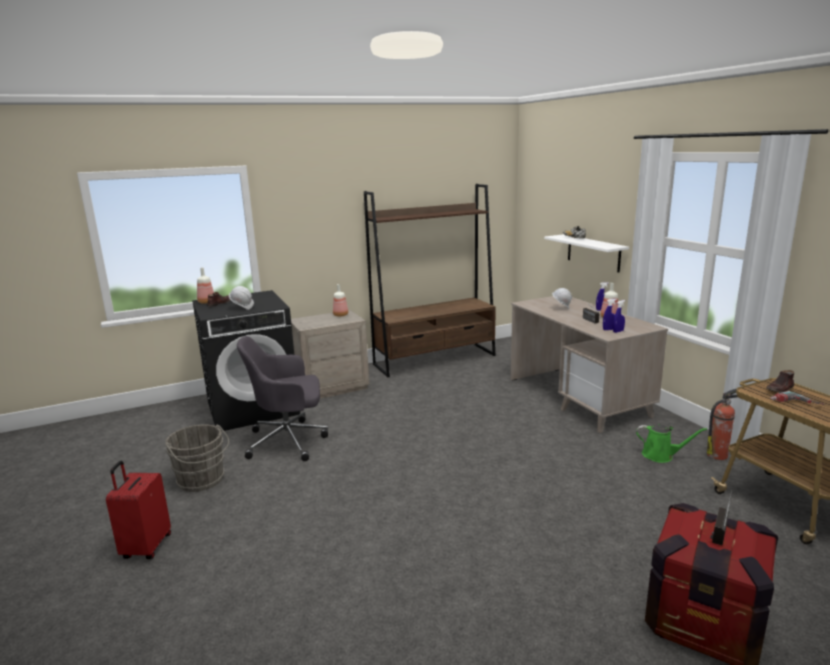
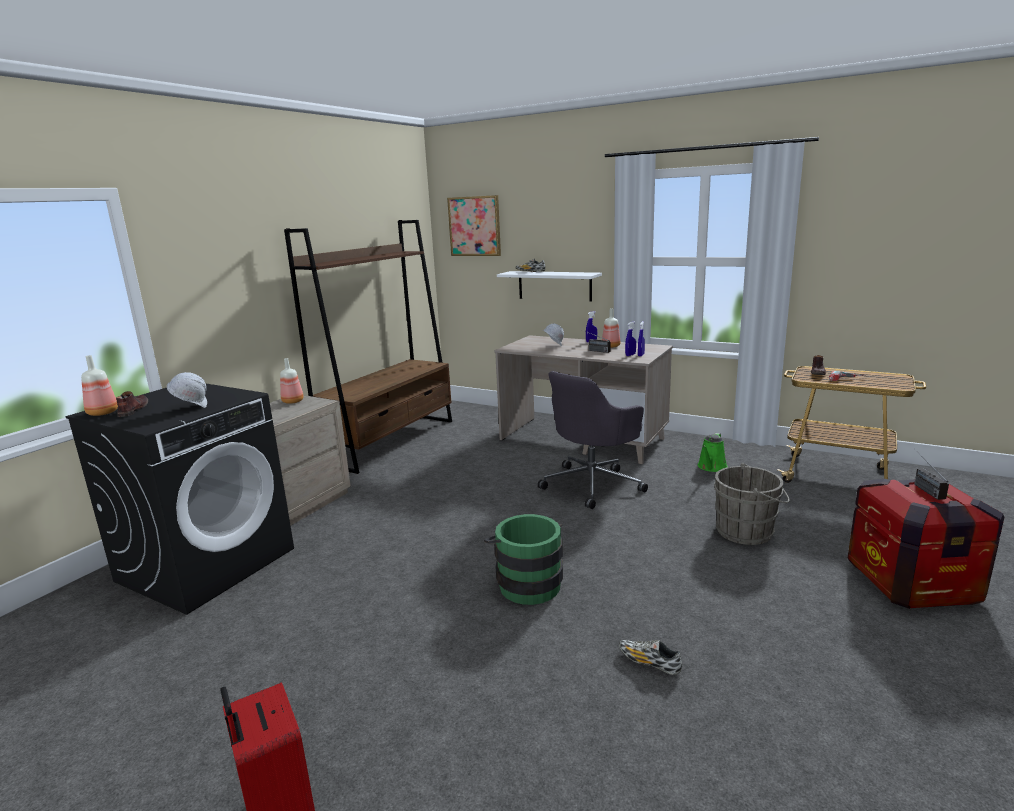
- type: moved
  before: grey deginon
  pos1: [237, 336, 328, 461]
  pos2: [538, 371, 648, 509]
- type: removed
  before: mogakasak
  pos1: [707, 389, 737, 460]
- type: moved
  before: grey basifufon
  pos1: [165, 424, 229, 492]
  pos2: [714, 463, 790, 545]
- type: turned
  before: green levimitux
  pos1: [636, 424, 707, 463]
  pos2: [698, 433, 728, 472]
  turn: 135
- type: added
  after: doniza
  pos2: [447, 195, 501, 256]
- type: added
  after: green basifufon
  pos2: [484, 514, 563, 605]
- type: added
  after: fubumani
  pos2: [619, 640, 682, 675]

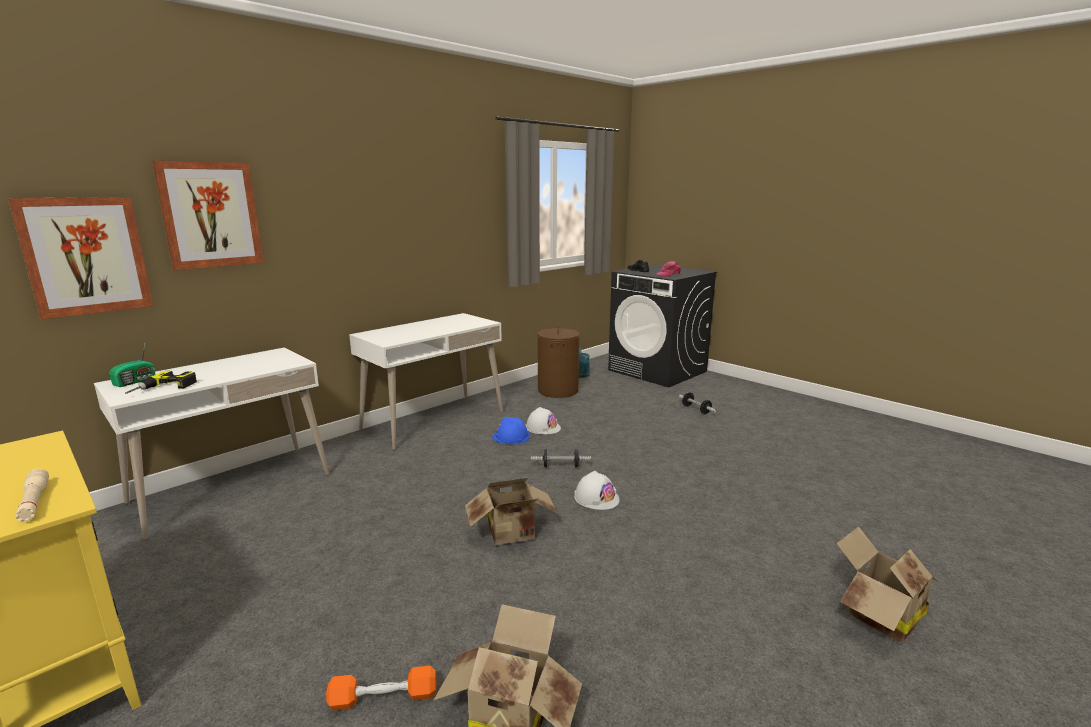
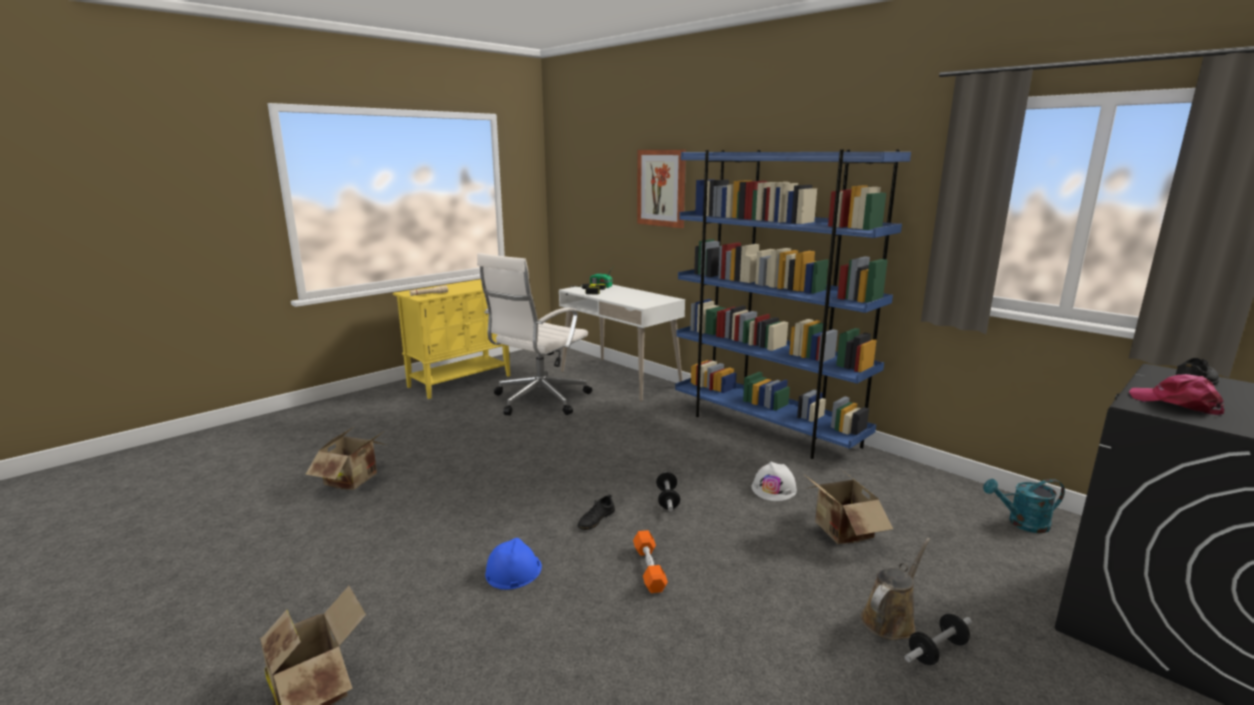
- type: removed
  before: doniza
  pos1: [8, 197, 153, 320]
- type: replaced
  before: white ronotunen
  after: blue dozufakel
  pos1: [349, 313, 503, 450]
  pos2: [675, 149, 911, 459]
- type: removed
  before: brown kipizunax
  pos1: [537, 324, 580, 398]
- type: moved
  before: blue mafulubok
  pos1: [492, 417, 529, 444]
  pos2: [485, 538, 542, 590]
- type: replaced
  before: white mafulubok
  after: black fubumani
  pos1: [574, 471, 620, 510]
  pos2: [578, 494, 615, 530]
- type: moved
  before: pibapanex
  pos1: [465, 478, 558, 545]
  pos2: [806, 470, 893, 544]
- type: moved
  before: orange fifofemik
  pos1: [326, 665, 436, 711]
  pos2: [633, 530, 668, 593]
- type: added
  after: white deginon
  pos2: [477, 253, 592, 415]
- type: added
  after: brown levimitux
  pos2: [861, 538, 931, 640]

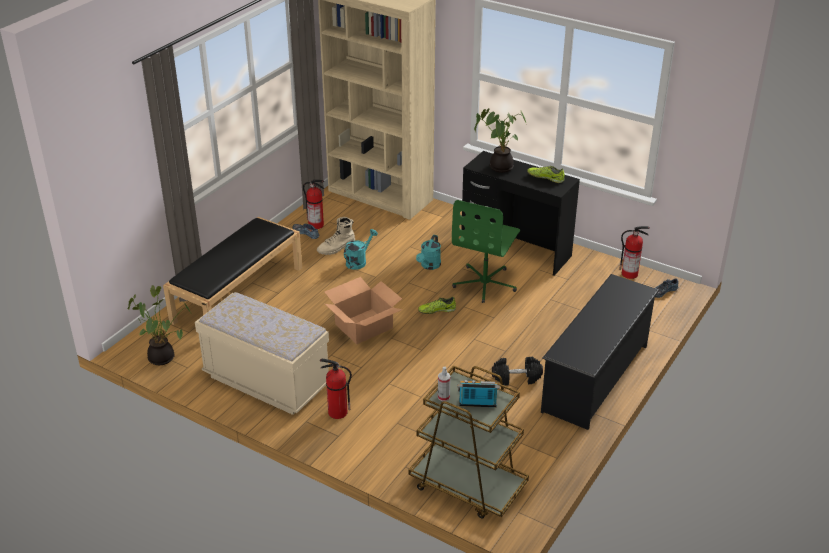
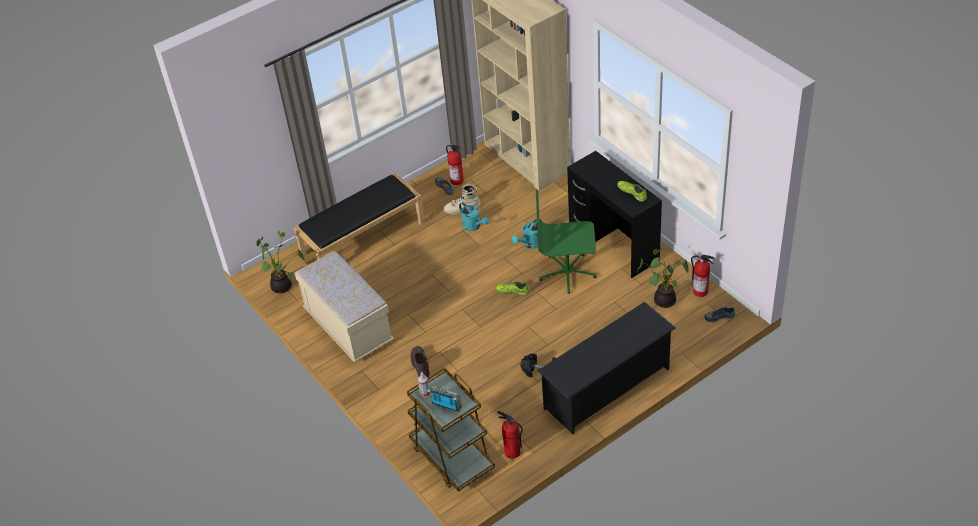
- type: moved
  before: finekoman
  pos1: [474, 108, 526, 173]
  pos2: [637, 248, 689, 308]
- type: turned
  before: green deginon
  pos1: [452, 200, 520, 303]
  pos2: [536, 189, 597, 294]
  turn: 45
- type: turned
  before: turquoise levimitux
  pos1: [344, 229, 378, 270]
  pos2: [459, 202, 489, 231]
  turn: 75
- type: removed
  before: pibapanex
  pos1: [325, 277, 403, 344]
- type: moved
  before: mogakasak
  pos1: [320, 359, 352, 419]
  pos2: [497, 411, 523, 458]
- type: added
  after: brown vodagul
  pos2: [411, 346, 430, 378]

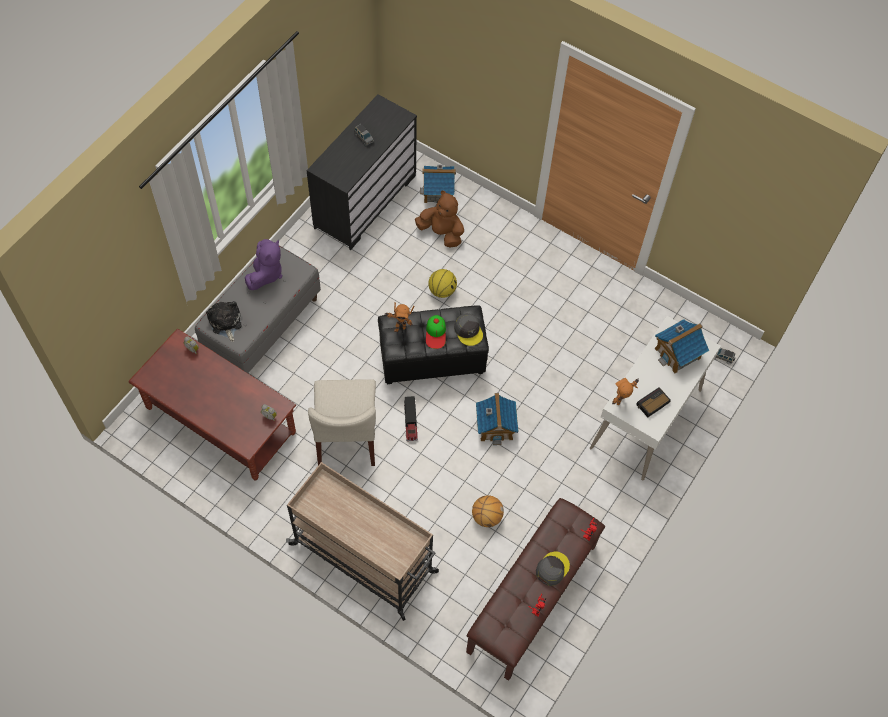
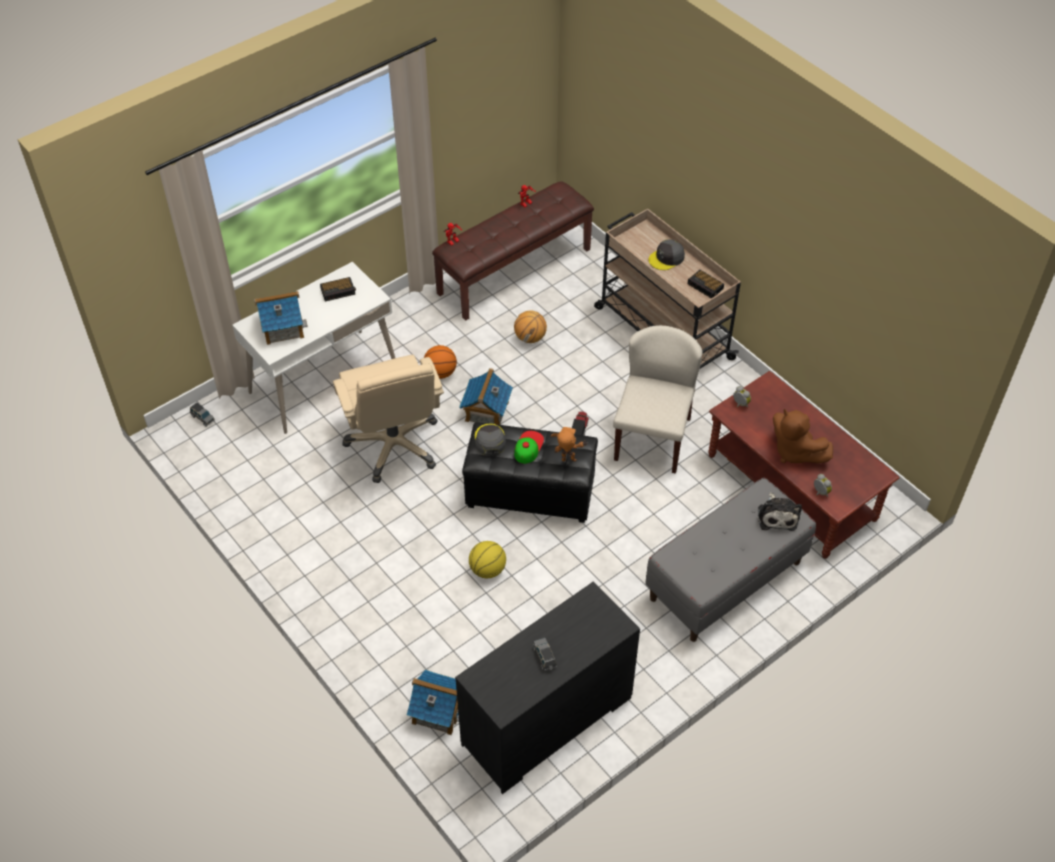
- type: moved
  before: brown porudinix
  pos1: [415, 190, 464, 247]
  pos2: [773, 409, 833, 463]
- type: removed
  before: purple porudinix
  pos1: [245, 239, 282, 290]
- type: removed
  before: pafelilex
  pos1: [612, 378, 639, 405]
- type: moved
  before: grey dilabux
  pos1: [536, 552, 570, 586]
  pos2: [649, 239, 685, 270]
- type: added
  after: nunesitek
  pos2: [688, 270, 724, 298]
- type: added
  after: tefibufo
  pos2: [424, 345, 457, 379]
- type: added
  after: beige deginon
  pos2: [333, 355, 444, 483]

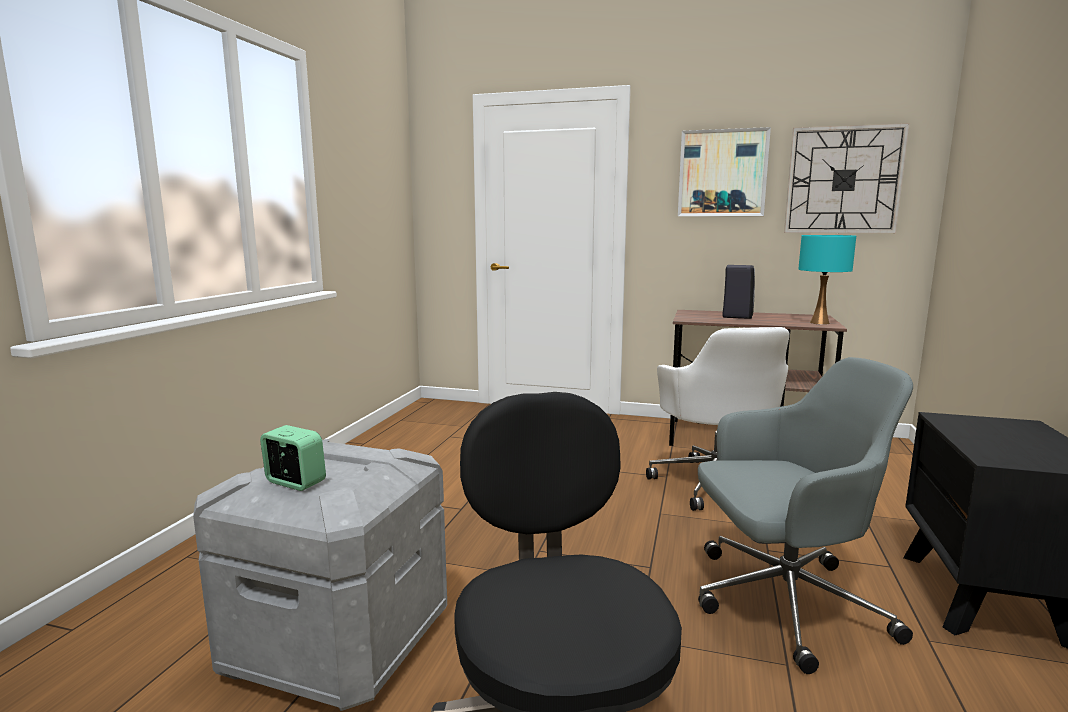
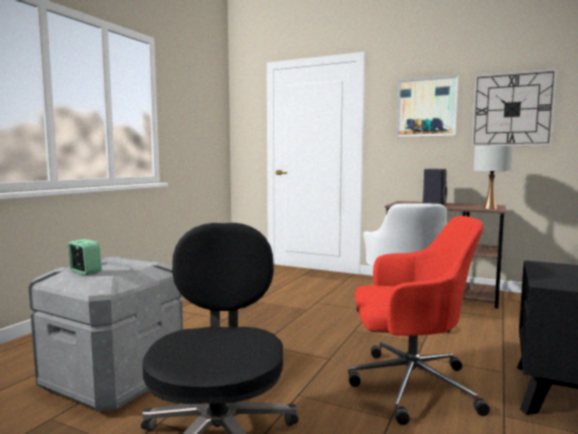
- type: recoloured
  before: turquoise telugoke
  after: white telugoke
  pos1: [799, 235, 856, 325]
  pos2: [473, 146, 513, 209]
- type: recoloured
  before: grey deginon
  after: red deginon
  pos1: [698, 357, 913, 674]
  pos2: [348, 216, 490, 425]

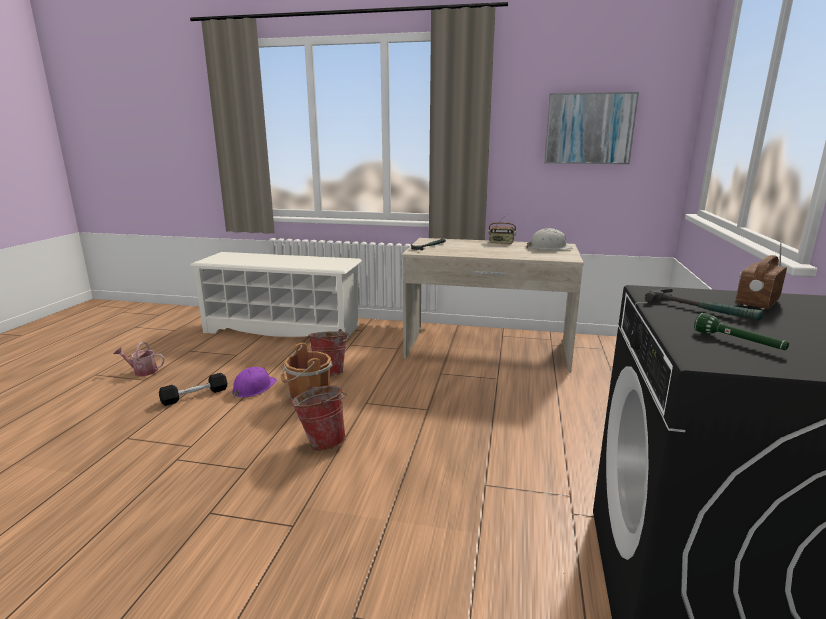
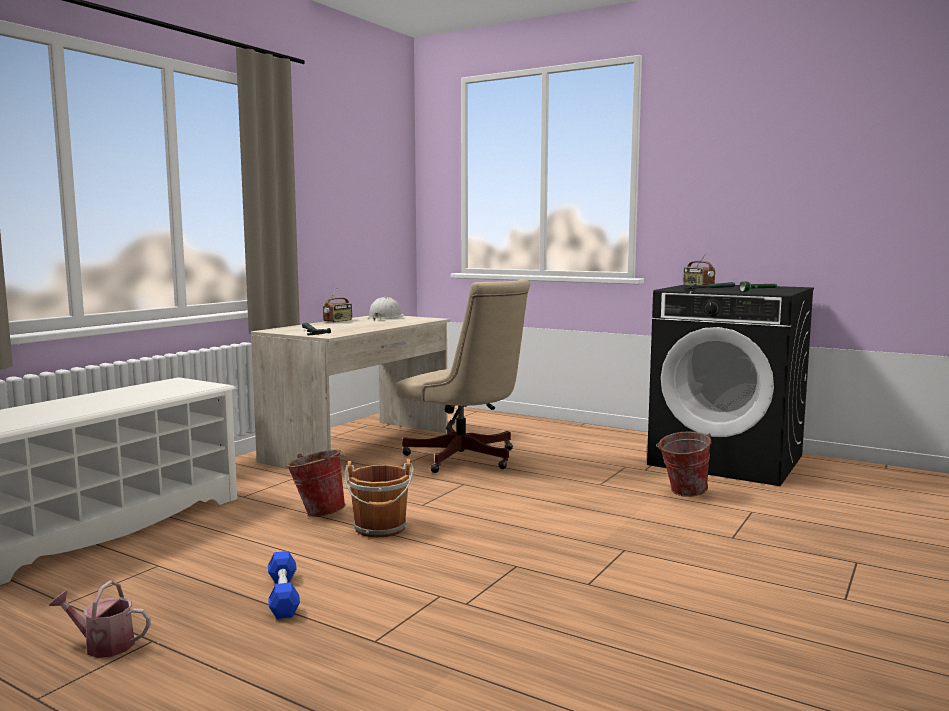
- type: removed
  before: doniza
  pos1: [544, 92, 639, 164]
- type: turned
  before: levimitux
  pos1: [114, 341, 165, 376]
  pos2: [49, 581, 151, 658]
  turn: 75
- type: removed
  before: purple mafulubok
  pos1: [232, 367, 277, 398]
- type: recoloured
  before: black fifofemik
  after: blue fifofemik
  pos1: [159, 373, 227, 406]
  pos2: [268, 551, 300, 619]
- type: moved
  before: basifufon
  pos1: [291, 385, 347, 451]
  pos2: [656, 432, 711, 497]
- type: added
  after: beige deginon
  pos2: [397, 279, 530, 473]

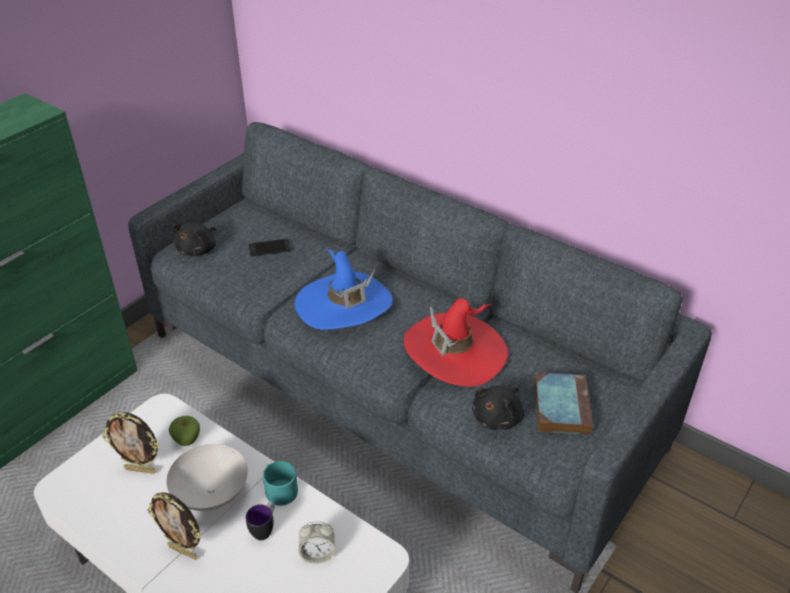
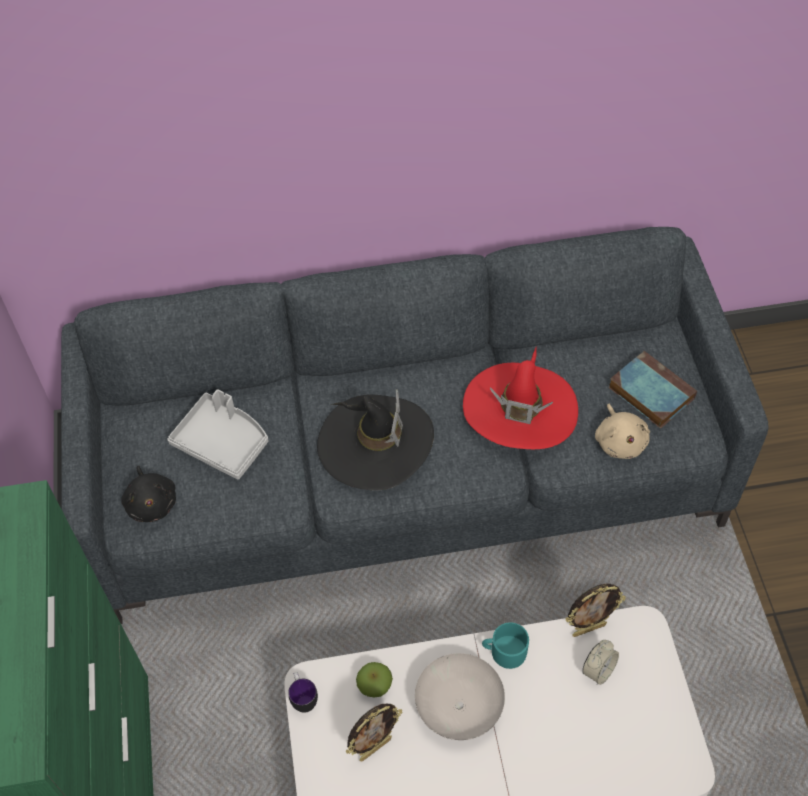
- type: replaced
  before: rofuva
  after: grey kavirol
  pos1: [249, 239, 291, 256]
  pos2: [167, 389, 268, 480]
- type: recoloured
  before: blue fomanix
  after: black fomanix
  pos1: [295, 249, 393, 330]
  pos2: [317, 390, 434, 491]
- type: recoloured
  before: black porudinix
  after: beige porudinix
  pos1: [472, 386, 524, 430]
  pos2: [595, 404, 650, 459]
- type: moved
  before: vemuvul
  pos1: [147, 492, 201, 560]
  pos2: [566, 584, 626, 637]
- type: moved
  before: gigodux
  pos1: [246, 502, 275, 540]
  pos2: [288, 672, 318, 713]

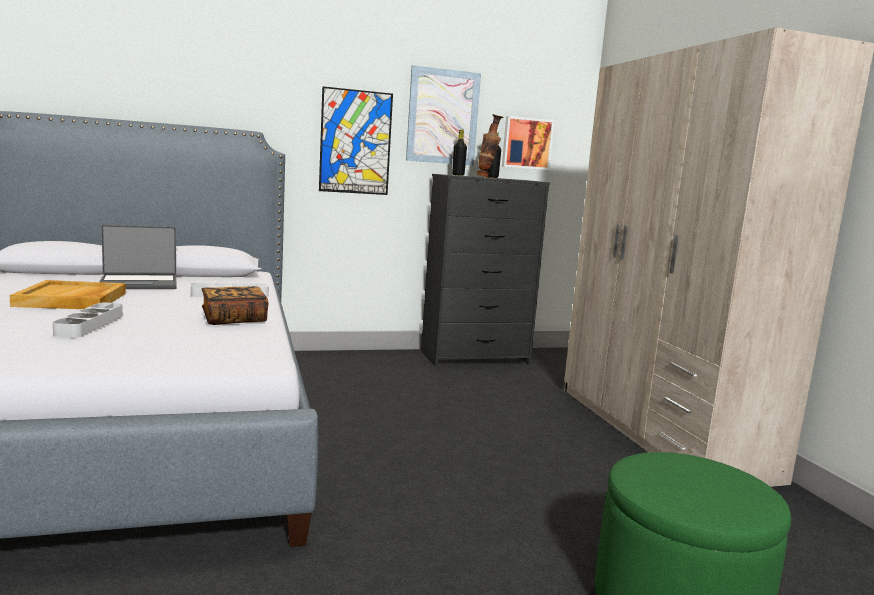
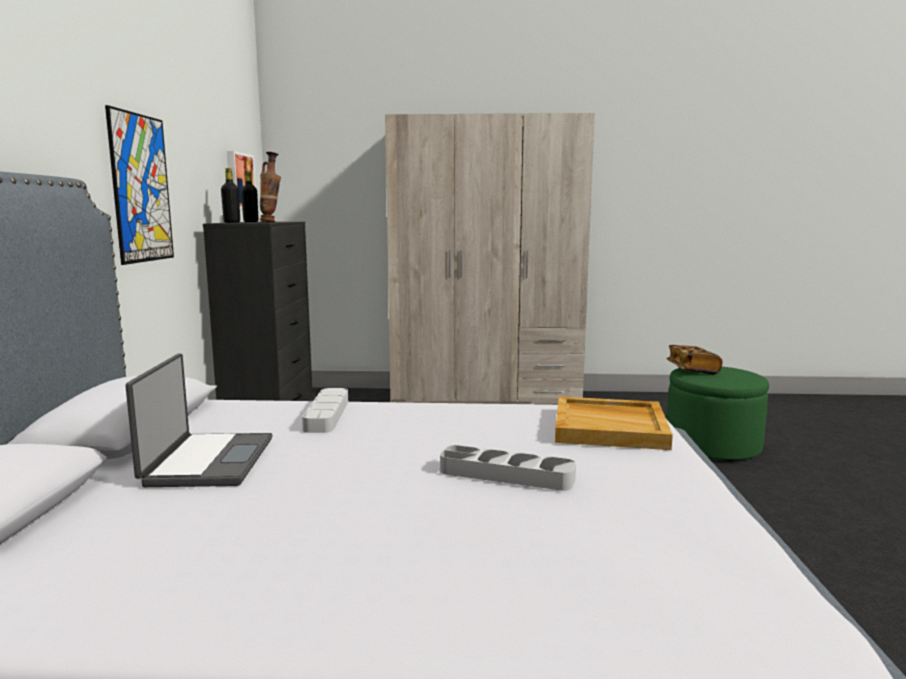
- type: removed
  before: doniza
  pos1: [406, 65, 481, 166]
- type: moved
  before: beige kavirol
  pos1: [9, 280, 126, 309]
  pos2: [555, 396, 673, 450]
- type: moved
  before: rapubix
  pos1: [202, 286, 269, 325]
  pos2: [667, 345, 723, 374]

